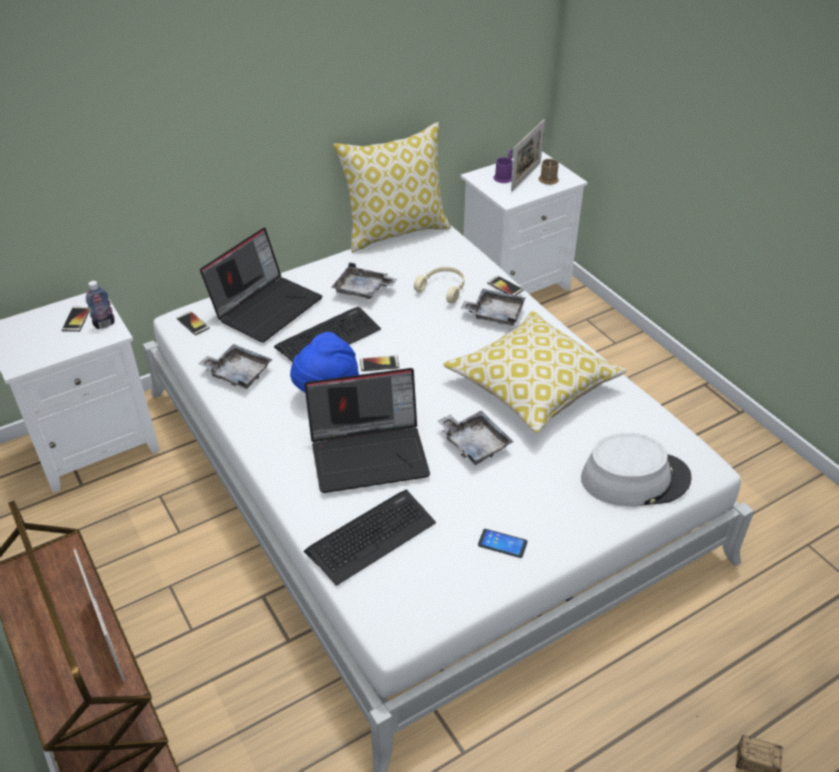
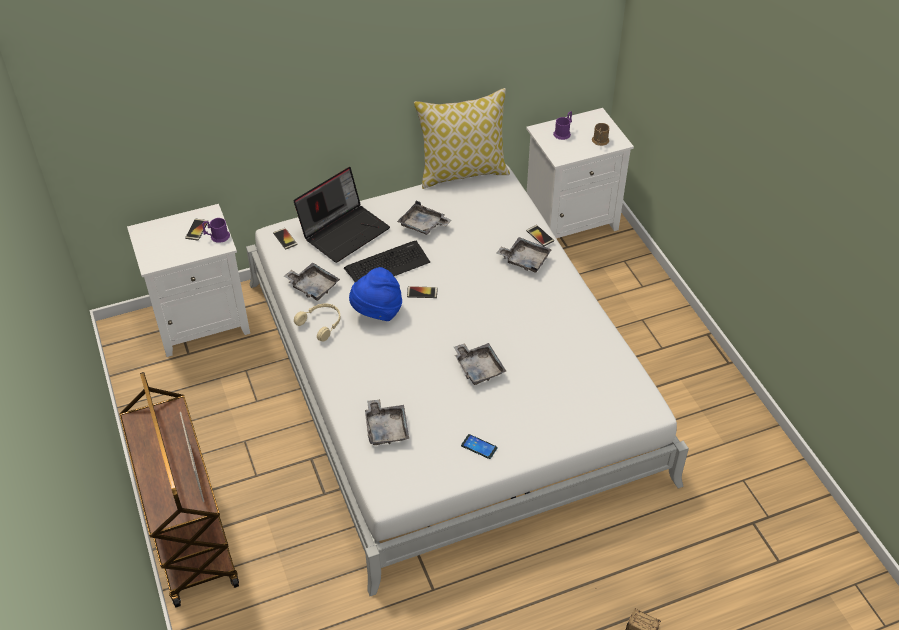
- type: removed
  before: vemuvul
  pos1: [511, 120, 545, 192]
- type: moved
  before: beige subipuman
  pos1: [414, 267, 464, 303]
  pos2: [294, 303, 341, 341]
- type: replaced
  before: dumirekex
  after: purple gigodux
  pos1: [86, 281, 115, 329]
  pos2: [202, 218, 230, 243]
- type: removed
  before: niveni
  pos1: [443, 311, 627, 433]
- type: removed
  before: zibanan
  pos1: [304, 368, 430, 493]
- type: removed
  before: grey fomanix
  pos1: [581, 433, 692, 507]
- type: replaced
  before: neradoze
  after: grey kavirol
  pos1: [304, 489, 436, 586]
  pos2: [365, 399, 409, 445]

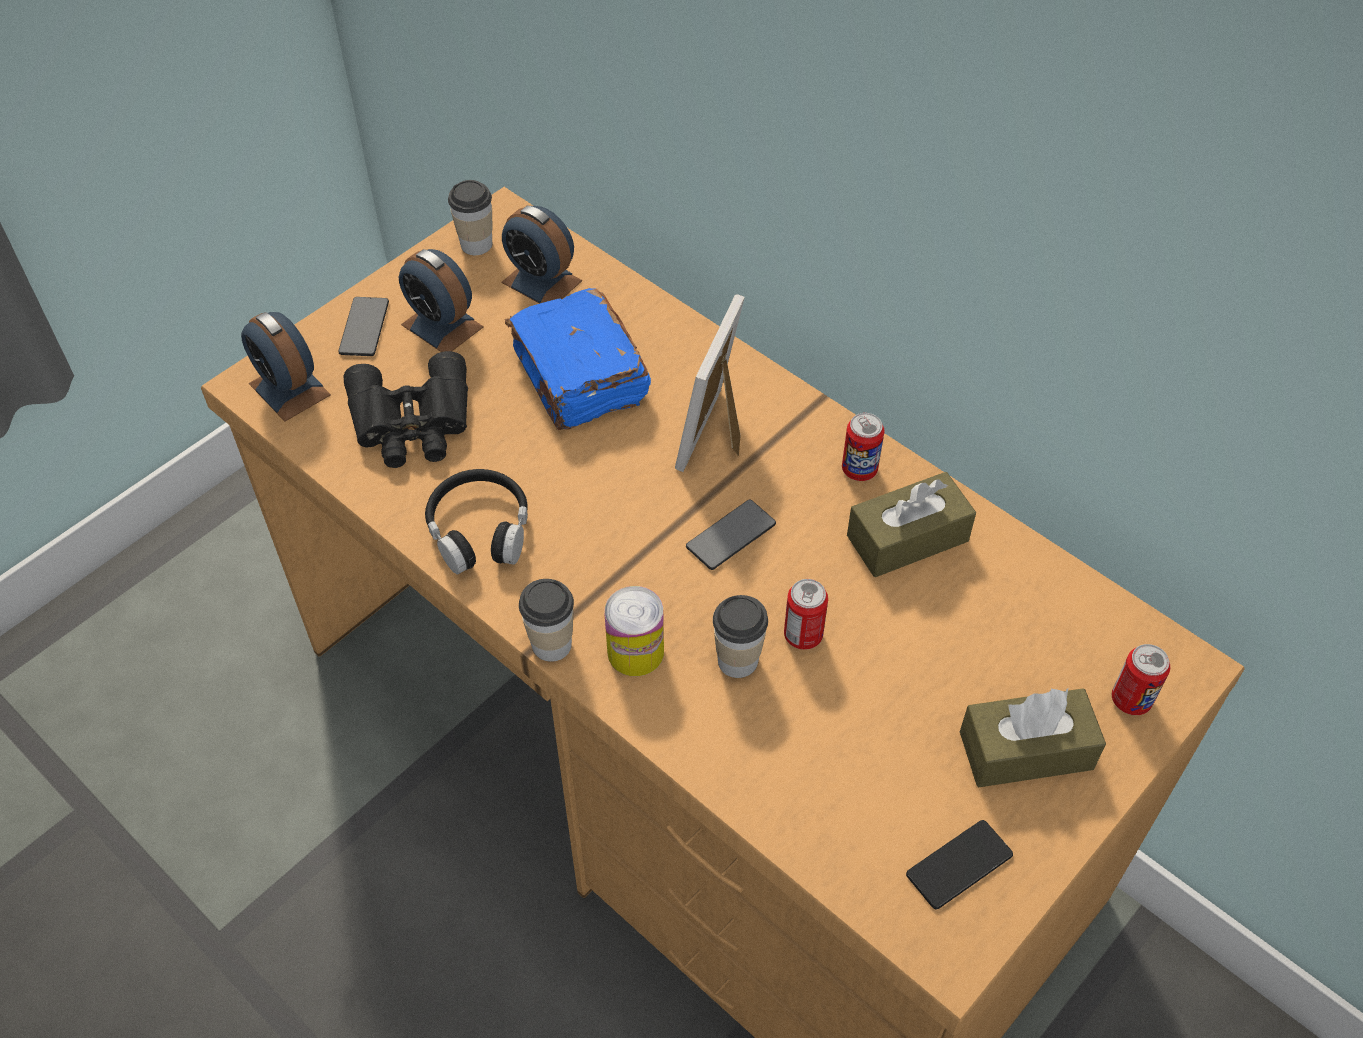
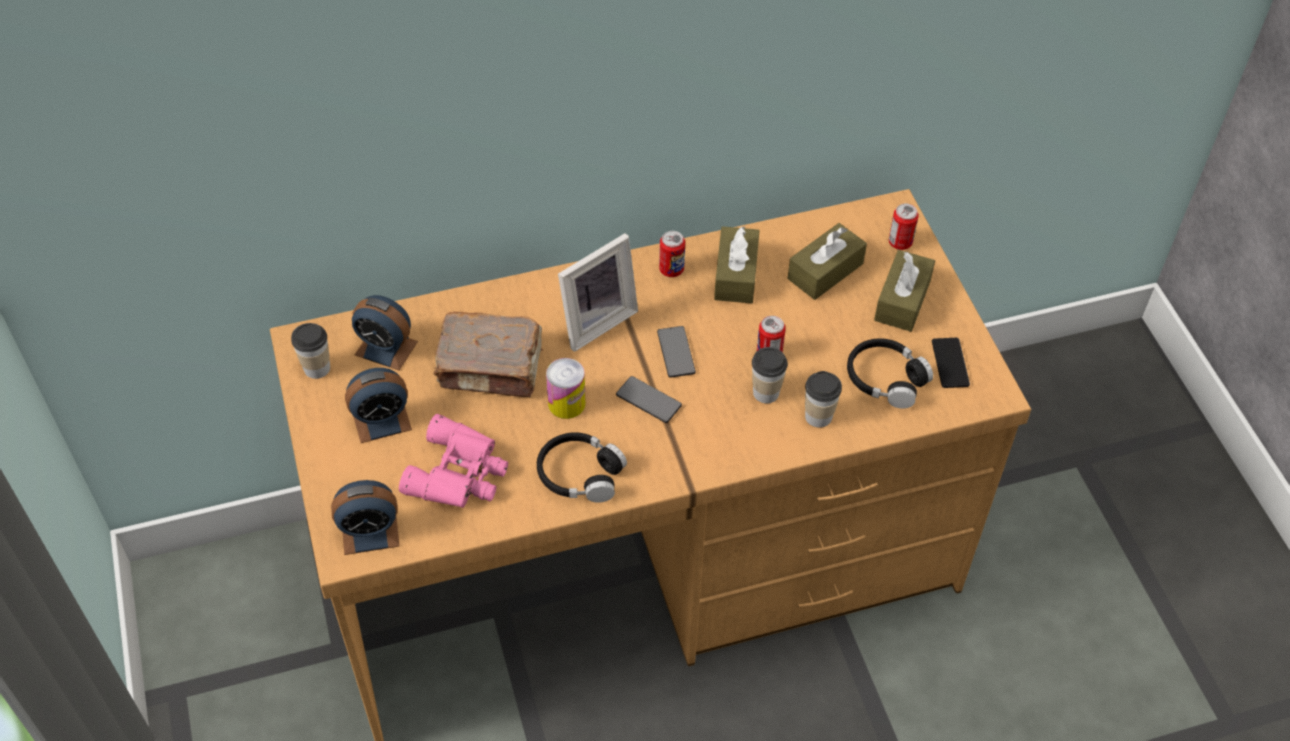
- type: turned
  before: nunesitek
  pos1: [502, 206, 582, 304]
  pos2: [352, 295, 418, 371]
  turn: 45
- type: recoloured
  before: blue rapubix
  after: brown rapubix
  pos1: [505, 288, 651, 430]
  pos2: [434, 311, 544, 398]
- type: turned
  before: vemuvul
  pos1: [675, 294, 745, 472]
  pos2: [558, 233, 638, 352]
  turn: -90
- type: moved
  before: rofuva
  pos1: [338, 297, 389, 356]
  pos2: [616, 376, 682, 423]
- type: recoloured
  before: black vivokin
  after: pink vivokin
  pos1: [343, 351, 468, 468]
  pos2: [399, 414, 508, 508]
- type: moved
  before: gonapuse
  pos1: [519, 579, 574, 662]
  pos2: [805, 371, 842, 428]
- type: moved
  before: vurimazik
  pos1: [604, 586, 664, 676]
  pos2: [546, 358, 586, 419]
- type: added
  after: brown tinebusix
  pos2: [788, 223, 867, 300]
- type: added
  after: black subipuman
  pos2: [847, 338, 933, 409]

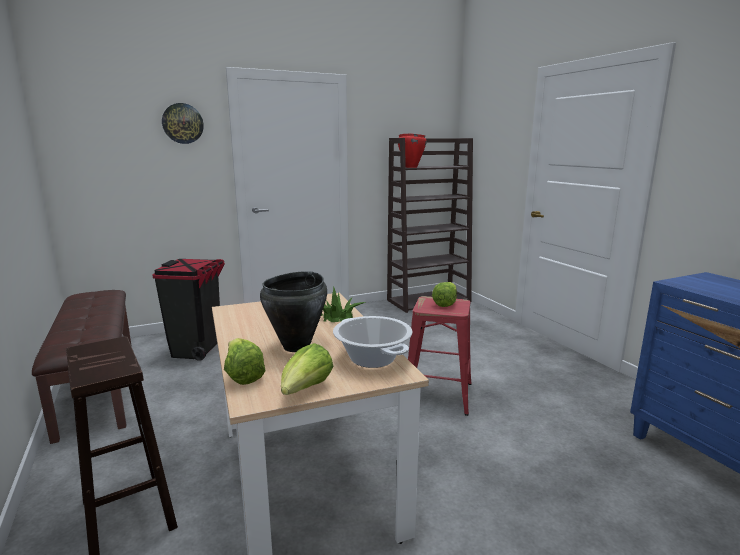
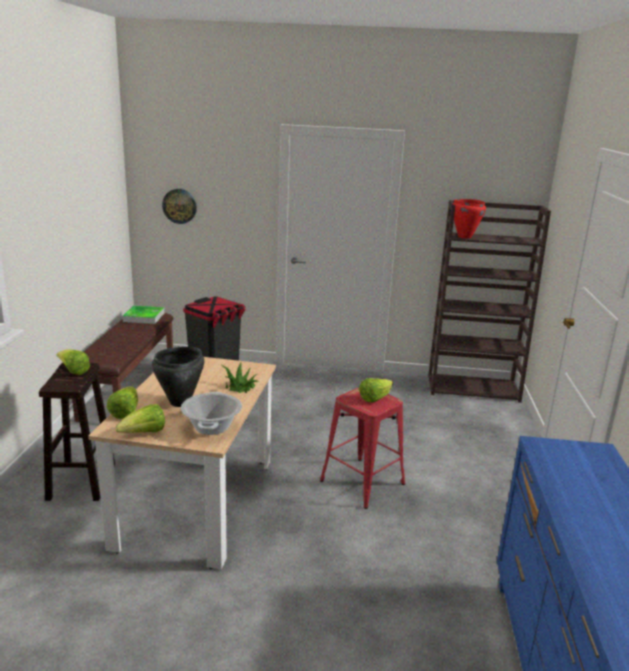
- type: moved
  before: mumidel
  pos1: [162, 103, 204, 144]
  pos2: [162, 189, 197, 224]
- type: added
  after: kavirol
  pos2: [122, 306, 164, 324]
- type: added
  after: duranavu
  pos2: [56, 350, 90, 375]

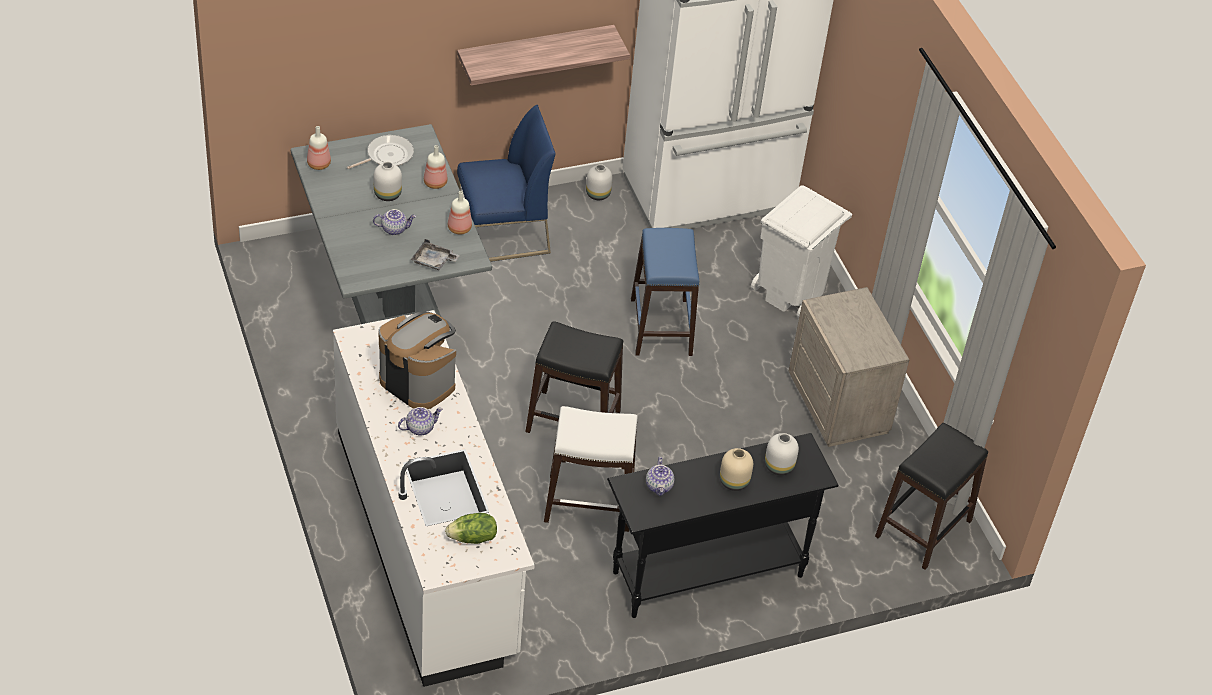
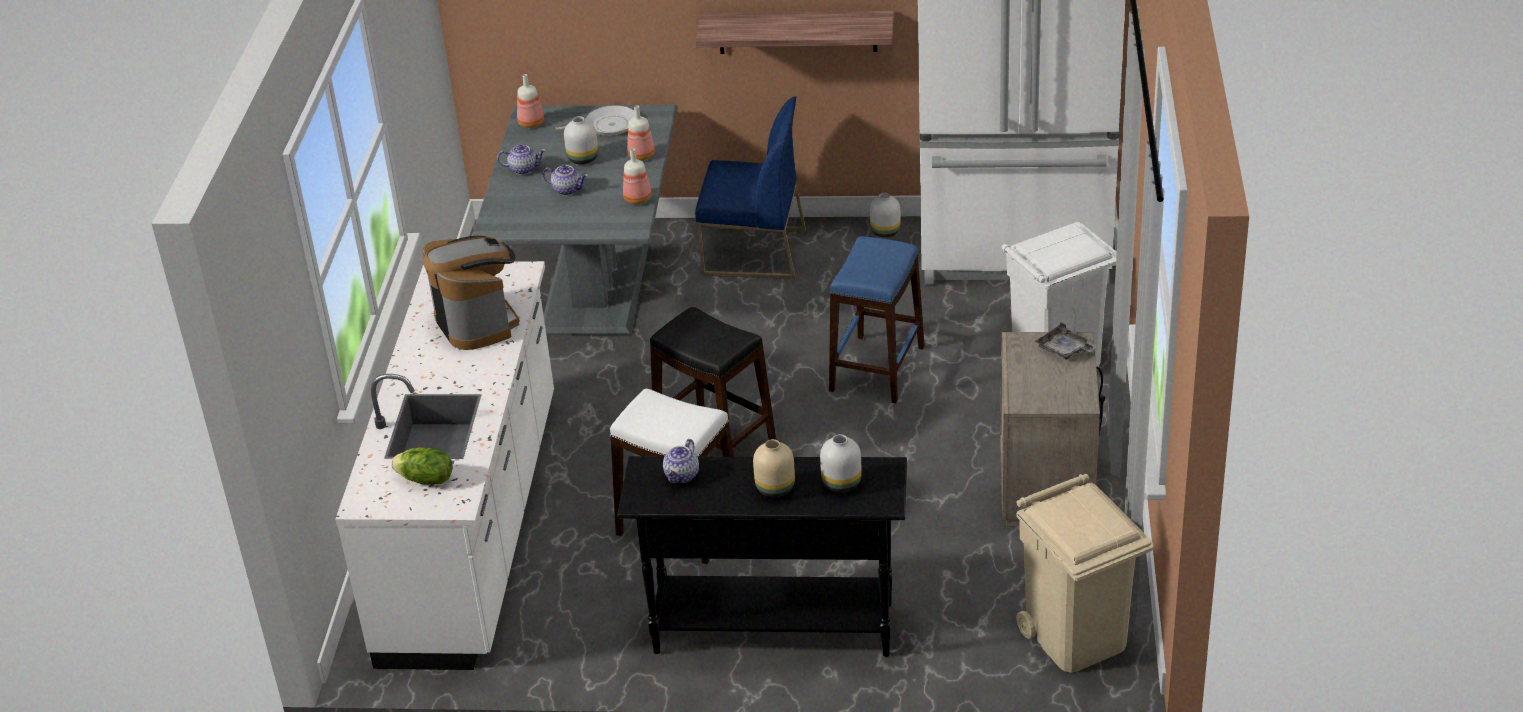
- type: moved
  before: grey kavirol
  pos1: [411, 239, 460, 270]
  pos2: [1034, 322, 1098, 360]
- type: moved
  before: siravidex
  pos1: [398, 407, 443, 435]
  pos2: [497, 145, 546, 175]
- type: replaced
  before: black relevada
  after: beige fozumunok
  pos1: [875, 423, 988, 570]
  pos2: [1016, 474, 1153, 673]

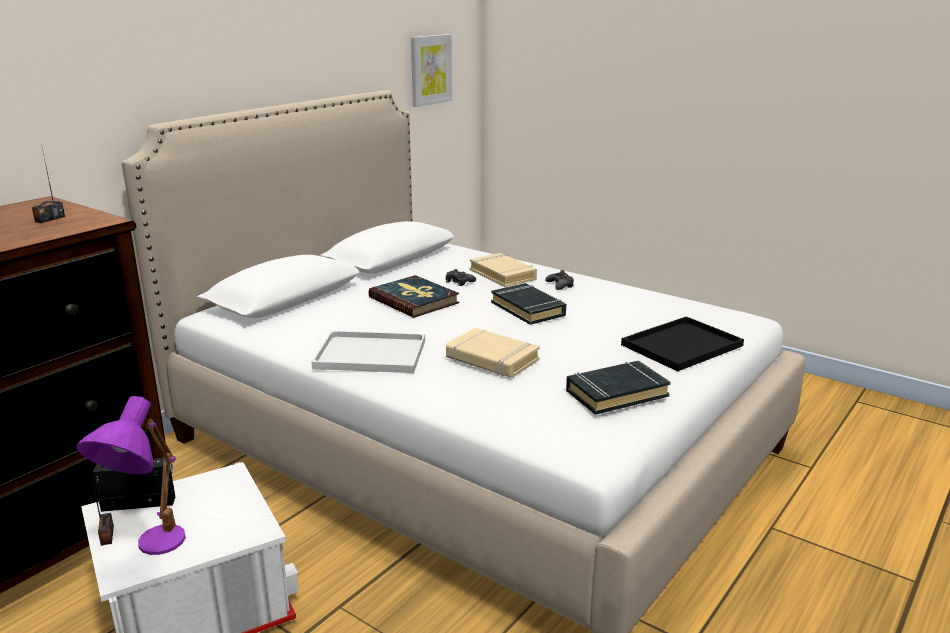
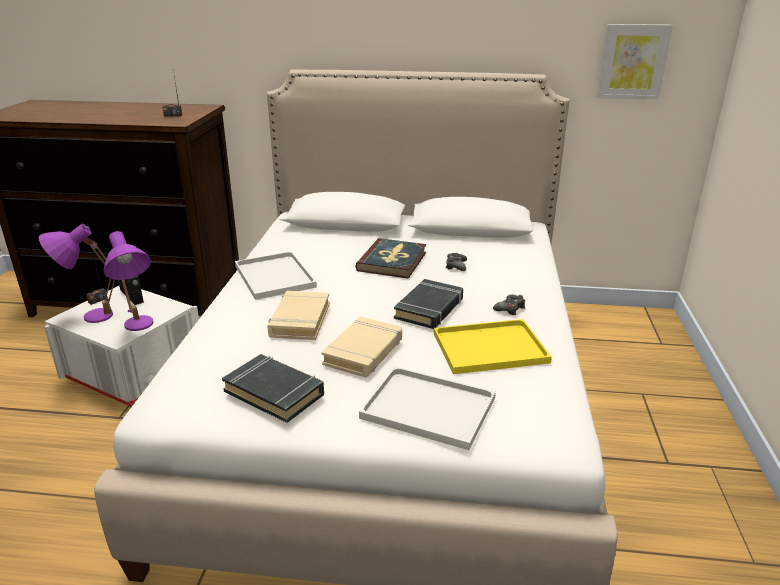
- type: moved
  before: beige rapubix
  pos1: [470, 253, 537, 287]
  pos2: [322, 317, 402, 377]
- type: recoloured
  before: black kavirol
  after: white kavirol
  pos1: [621, 316, 744, 371]
  pos2: [359, 366, 496, 450]
- type: added
  after: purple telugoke
  pos2: [103, 231, 154, 331]
- type: added
  after: yellow kavirol
  pos2: [434, 319, 552, 374]

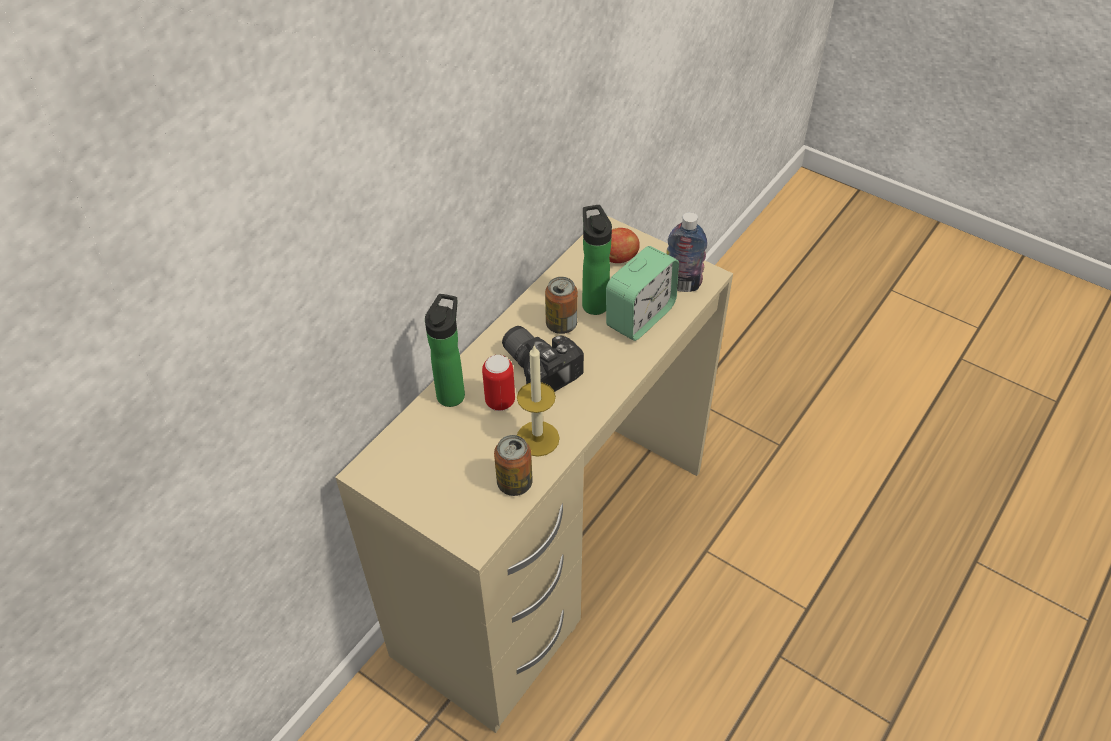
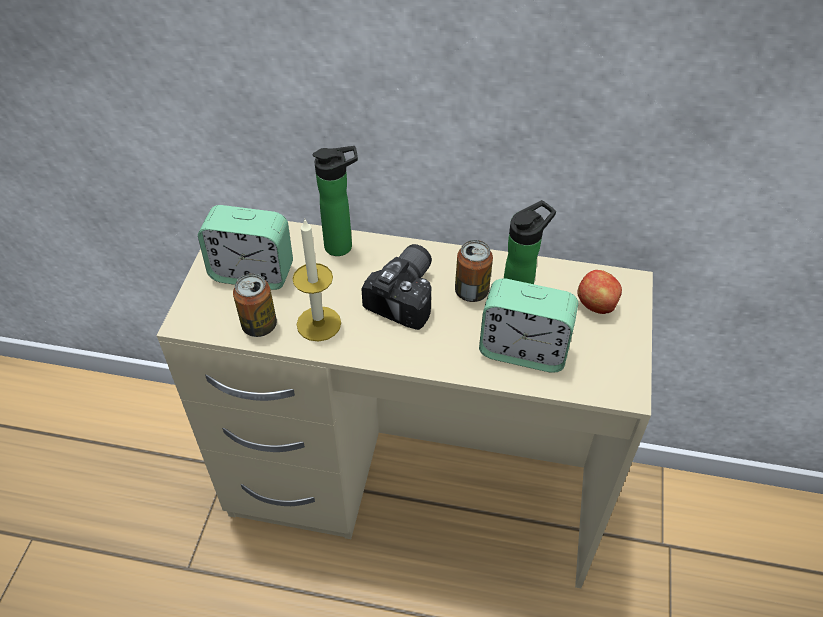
- type: removed
  before: dumirekex
  pos1: [667, 212, 708, 292]
- type: removed
  before: vurimazik
  pos1: [482, 355, 515, 411]
- type: added
  after: nunesitek
  pos2: [198, 205, 293, 290]

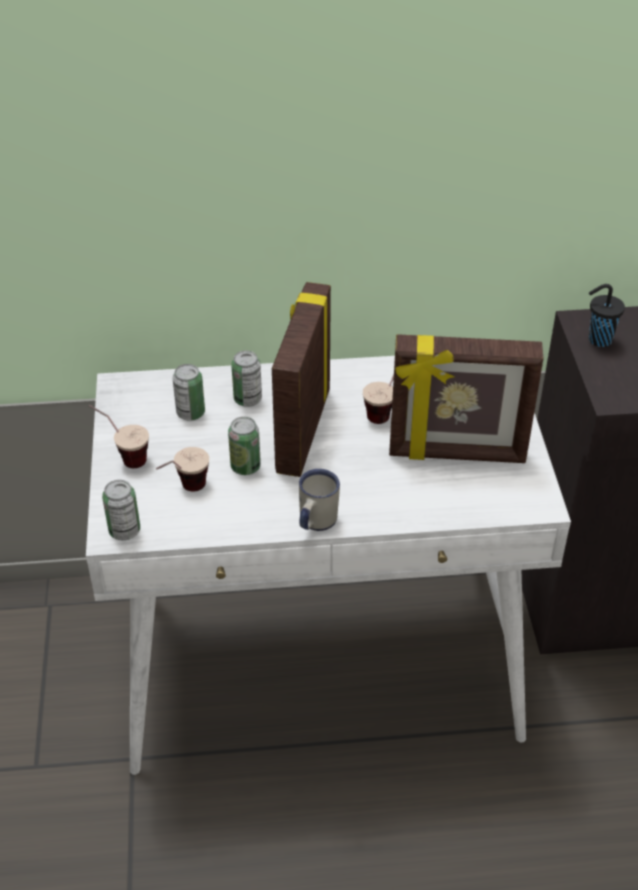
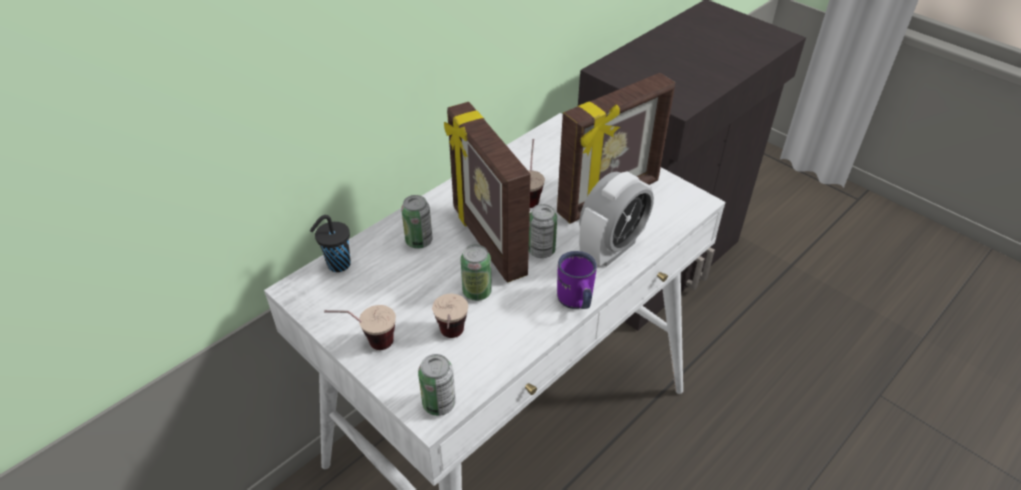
- type: moved
  before: black gonapuse
  pos1: [589, 284, 625, 347]
  pos2: [310, 215, 351, 272]
- type: moved
  before: vurimazik
  pos1: [173, 364, 205, 421]
  pos2: [529, 204, 557, 258]
- type: recoloured
  before: white gigodux
  after: purple gigodux
  pos1: [299, 469, 340, 531]
  pos2: [557, 251, 597, 309]
- type: added
  after: nunesitek
  pos2: [579, 172, 654, 267]

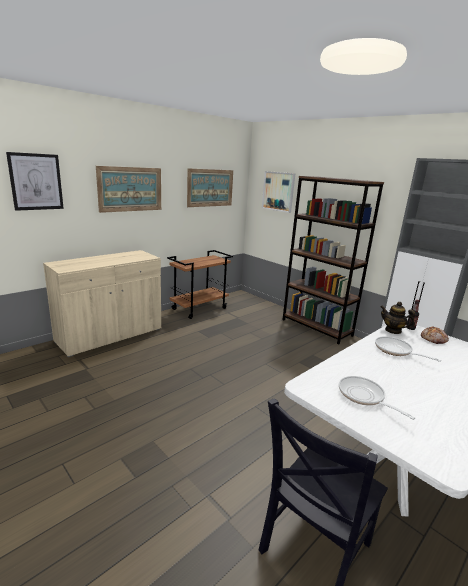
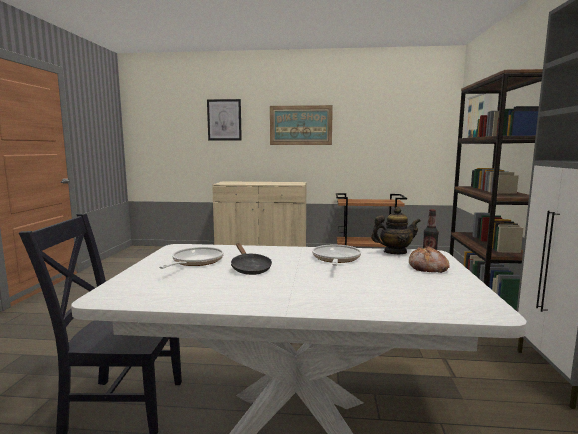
- type: removed
  before: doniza
  pos1: [187, 168, 233, 207]
- type: turned
  before: siravidex
  pos1: [381, 302, 415, 334]
  pos2: [371, 207, 421, 254]
  turn: 90
- type: added
  after: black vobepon
  pos2: [231, 243, 272, 275]

